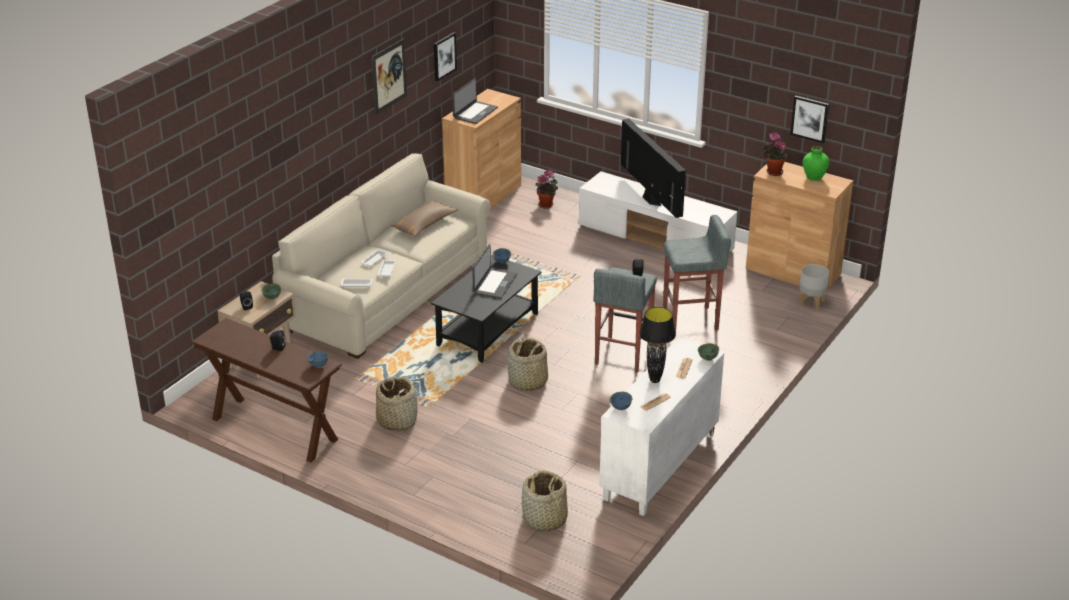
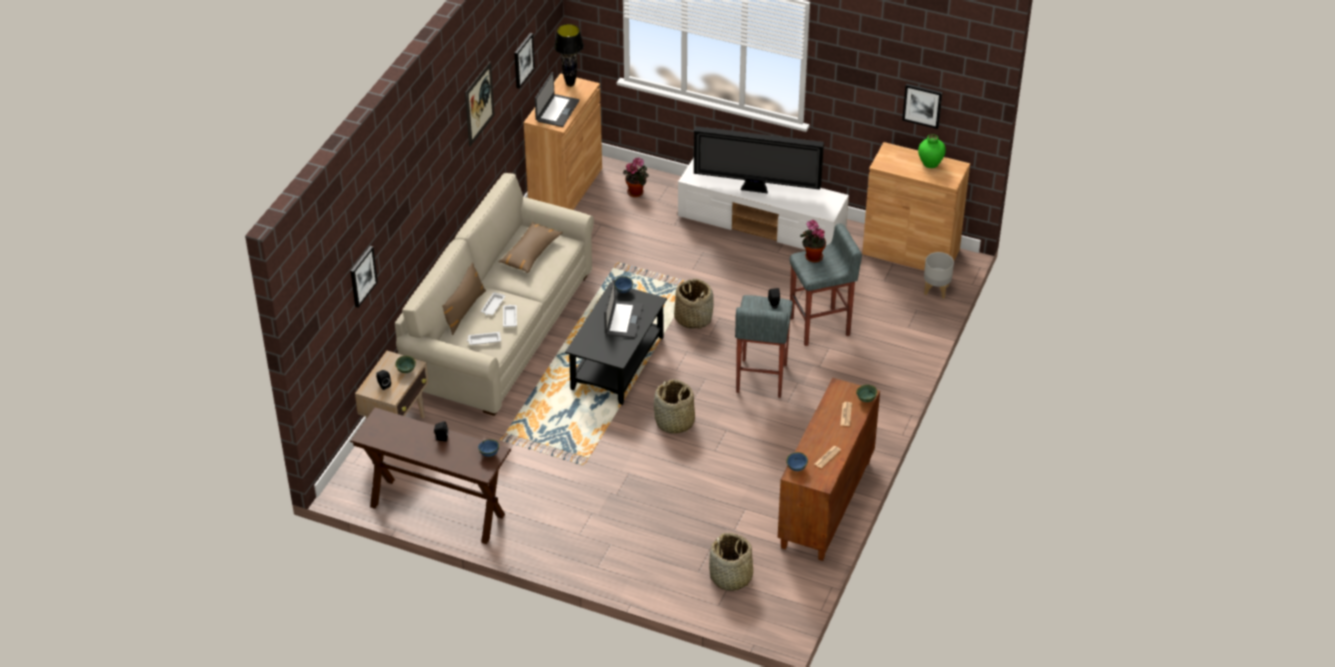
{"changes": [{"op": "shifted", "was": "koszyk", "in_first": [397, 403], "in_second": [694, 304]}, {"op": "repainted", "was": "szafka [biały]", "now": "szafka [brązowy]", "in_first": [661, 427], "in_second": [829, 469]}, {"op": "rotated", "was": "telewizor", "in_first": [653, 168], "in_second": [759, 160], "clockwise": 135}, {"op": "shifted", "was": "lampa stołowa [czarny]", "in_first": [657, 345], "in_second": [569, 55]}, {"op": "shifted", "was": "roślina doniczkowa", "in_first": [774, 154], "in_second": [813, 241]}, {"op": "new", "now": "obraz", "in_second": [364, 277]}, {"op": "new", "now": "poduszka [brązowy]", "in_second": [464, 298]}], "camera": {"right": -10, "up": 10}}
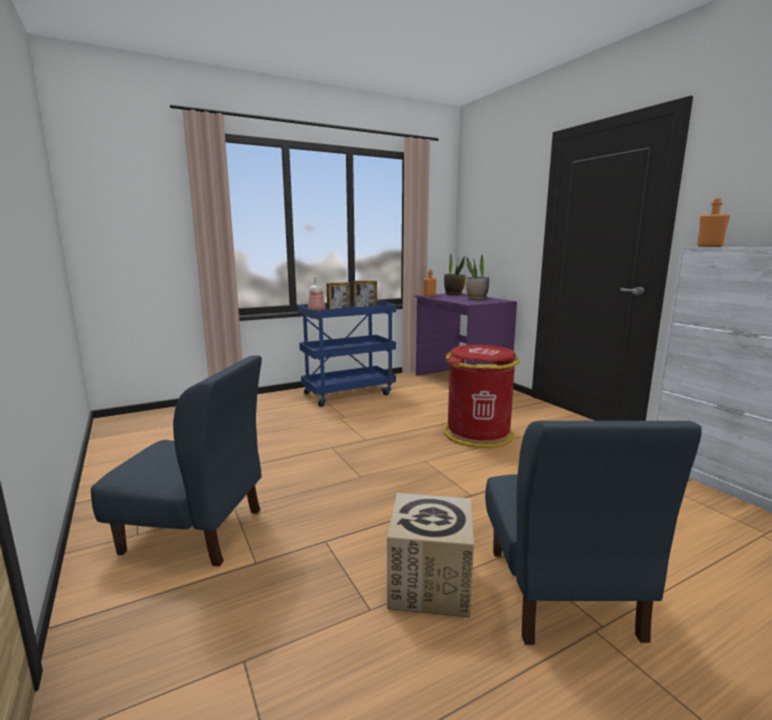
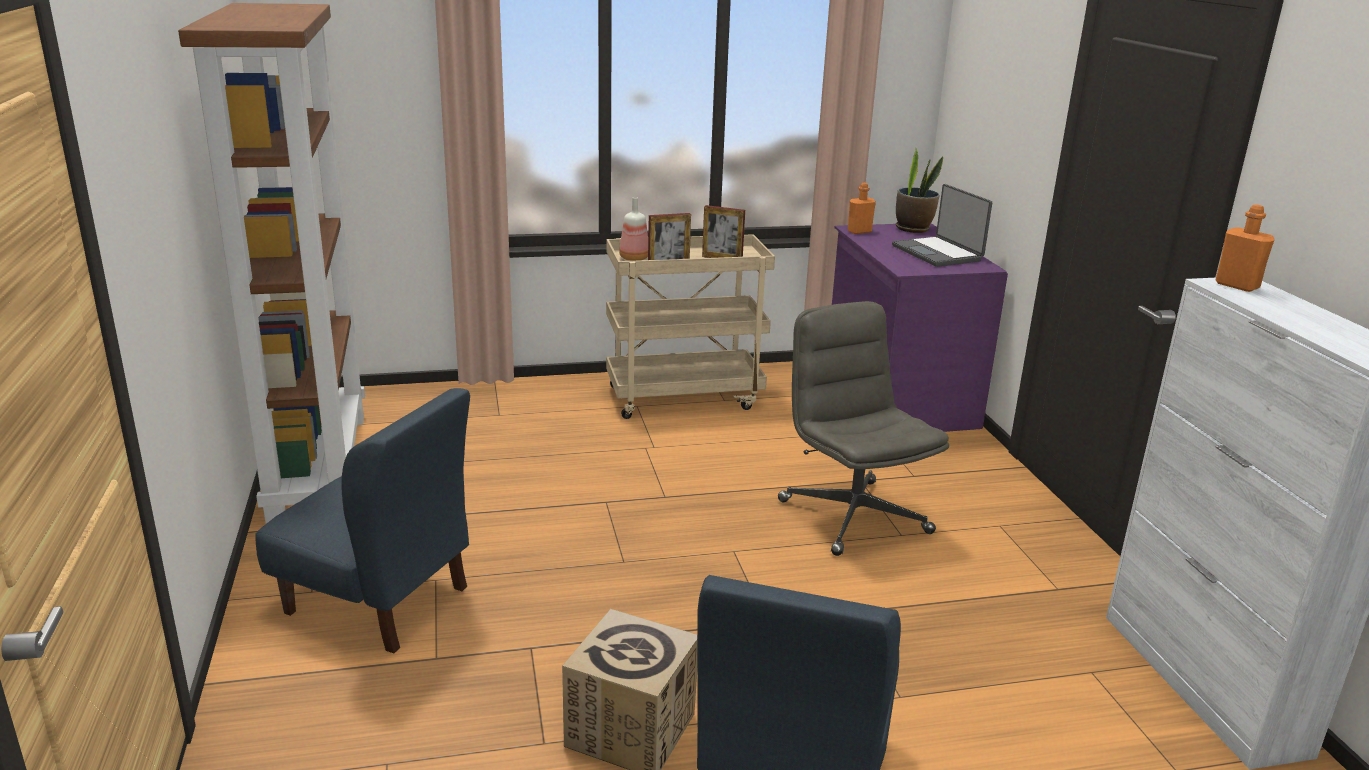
{"changes": [{"op": "repainted", "was": "wózek [niebieski]", "now": "wózek [beżowy]", "in_first": [347, 353], "in_second": [690, 326]}, {"op": "swapped", "was": "kosz na śmieci [czerwony]", "now": "krzesło biurowe [szary]", "in_first": [481, 396], "in_second": [863, 428]}, {"op": "swapped", "was": "roślina doniczkowa", "now": "laptop", "in_first": [477, 276], "in_second": [942, 225]}, {"op": "new", "now": "regał [brązowy]", "in_second": [271, 263]}], "camera": {"right": 15, "up": 10}}
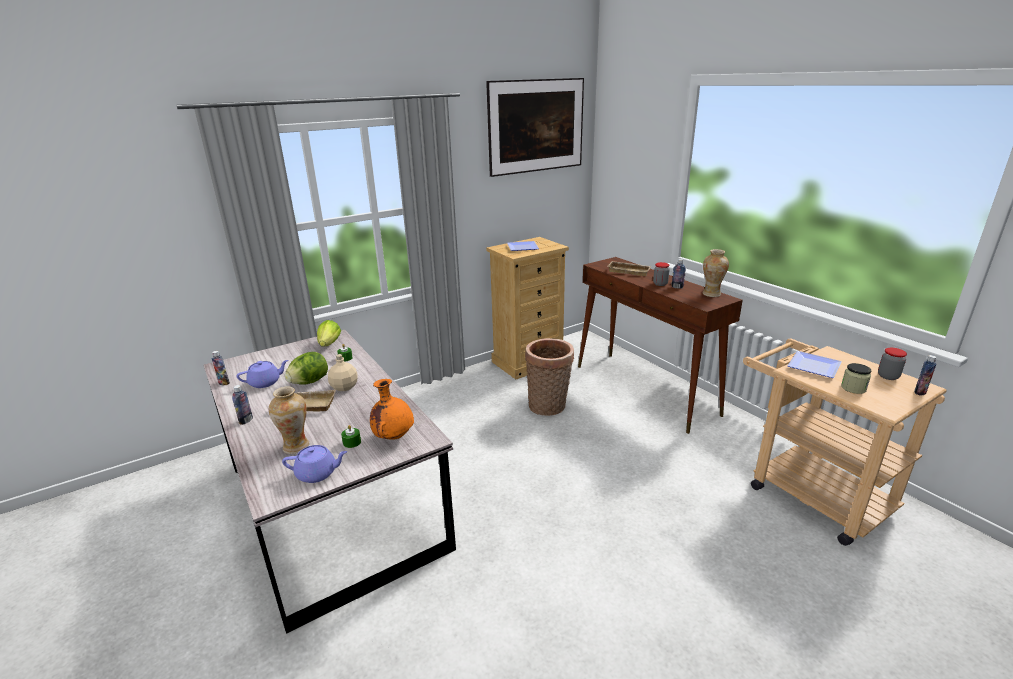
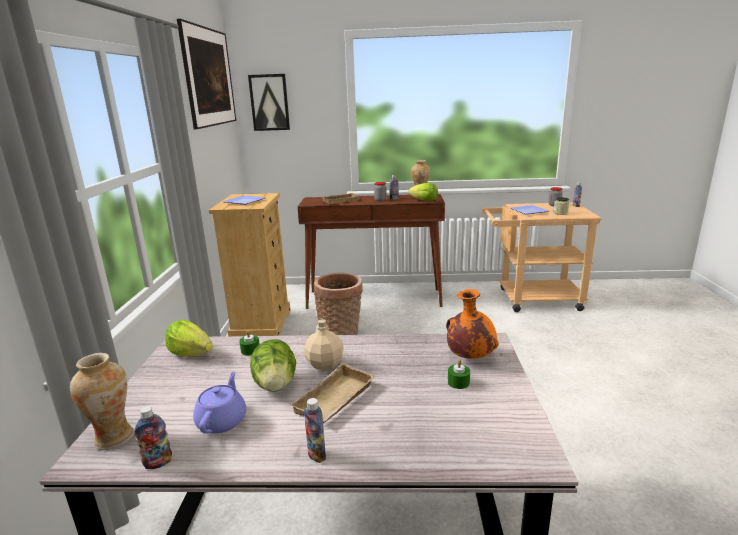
{"changes": [{"op": "shifted", "was": "wazon", "in_first": [289, 420], "in_second": [102, 401]}, {"op": "gone", "was": "imbryk [fioletowy]", "in_first": [315, 464]}, {"op": "new", "now": "obraz", "in_second": [269, 102]}, {"op": "new", "now": "sałata", "in_second": [423, 192]}], "camera": {"right": -55, "up": -5}}
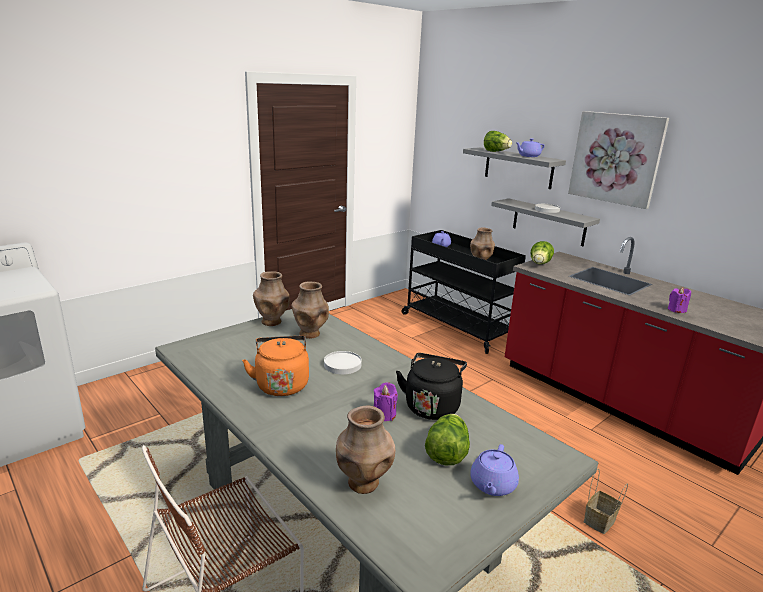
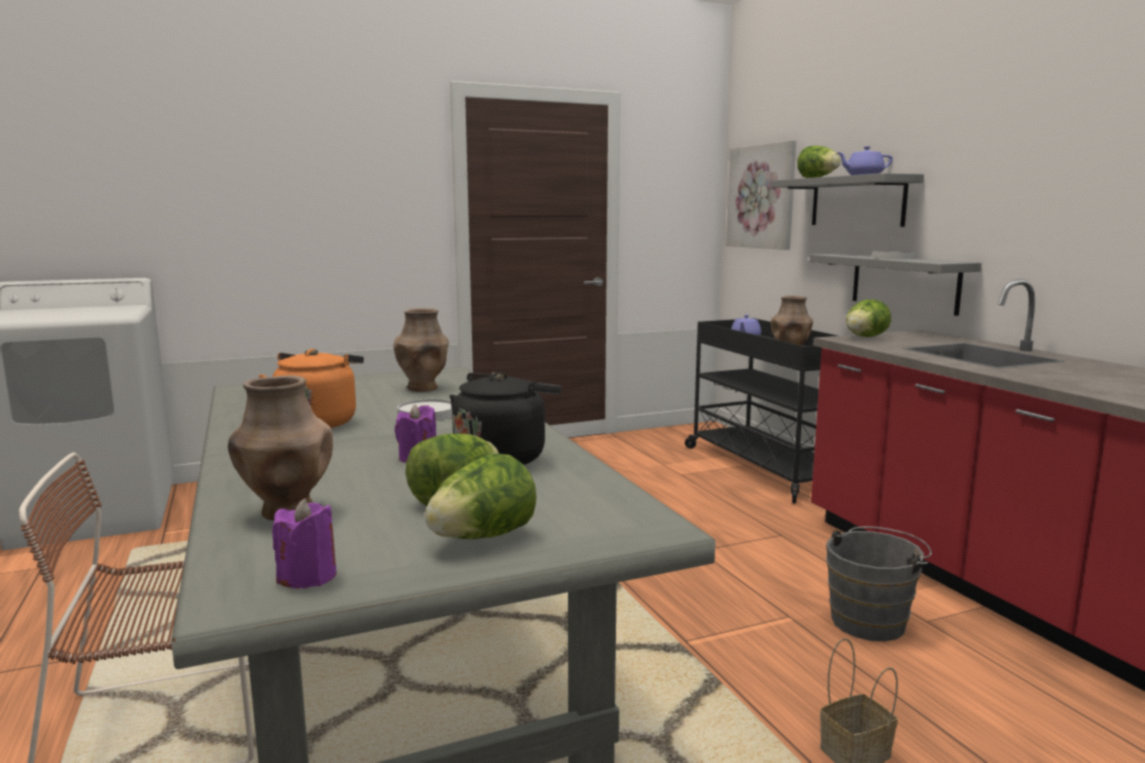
{"changes": [{"op": "gone", "was": "wazon [brązowy]", "in_first": [271, 298]}, {"op": "swapped", "was": "imbryk [fioletowy]", "now": "sałata", "in_first": [494, 470], "in_second": [481, 496]}, {"op": "shifted", "was": "obraz", "in_first": [618, 160], "in_second": [761, 195]}, {"op": "shifted", "was": "świeca [fioletowy]", "in_first": [679, 300], "in_second": [304, 543]}, {"op": "new", "now": "wiadro [szary]", "in_second": [879, 583]}], "camera": {"right": 20, "up": -10}}
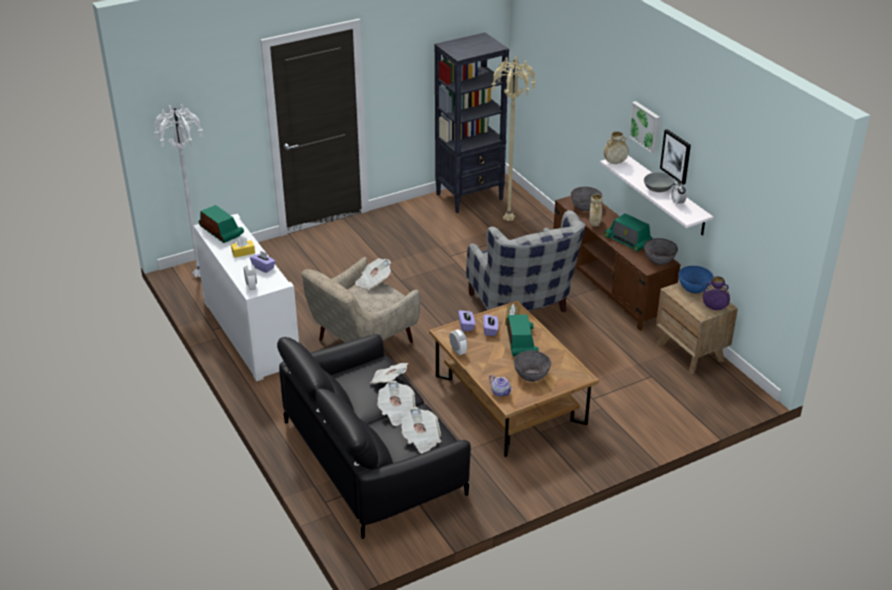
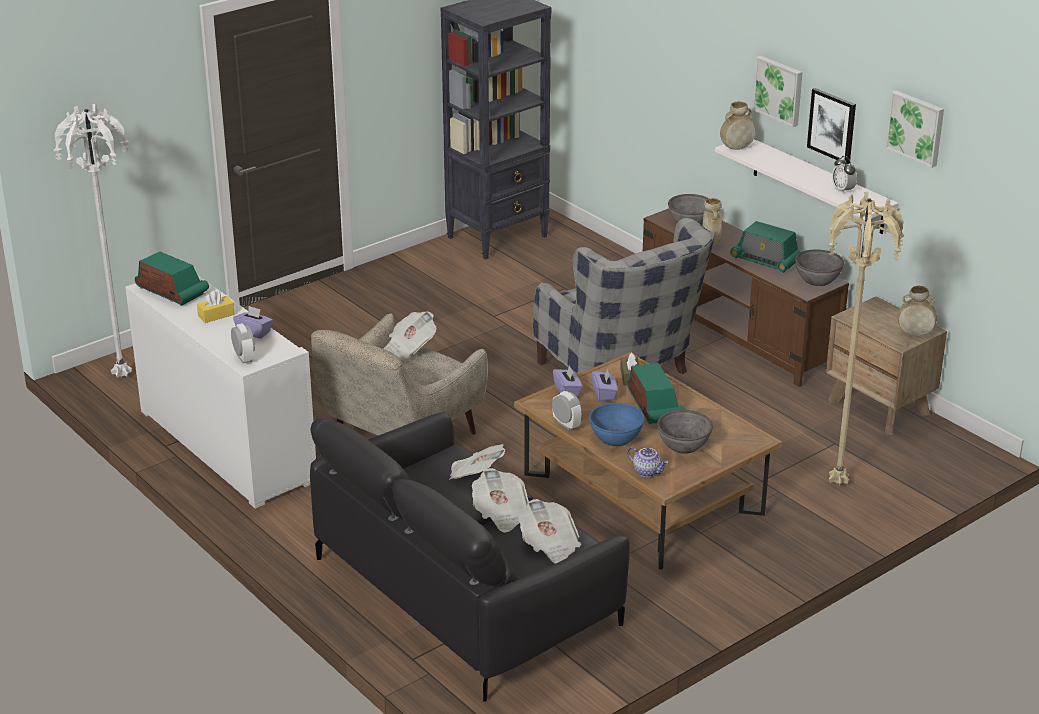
{"changes": [{"op": "shifted", "was": "lampa stojąca [beżowy]", "in_first": [514, 139], "in_second": [866, 338]}, {"op": "gone", "was": "miska [szary]", "in_first": [659, 182]}, {"op": "shifted", "was": "miska [niebieski]", "in_first": [696, 279], "in_second": [617, 424]}, {"op": "repainted", "was": "wazon [fioletowy]", "now": "wazon [beżowy]", "in_first": [716, 293], "in_second": [917, 311]}, {"op": "new", "now": "obraz", "in_second": [914, 129]}], "camera": {"right": -10, "up": -5}}
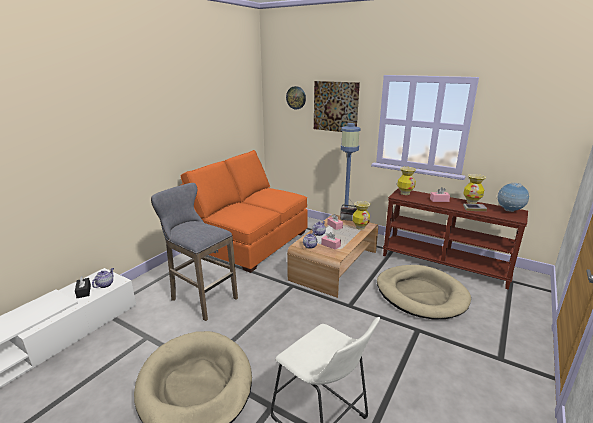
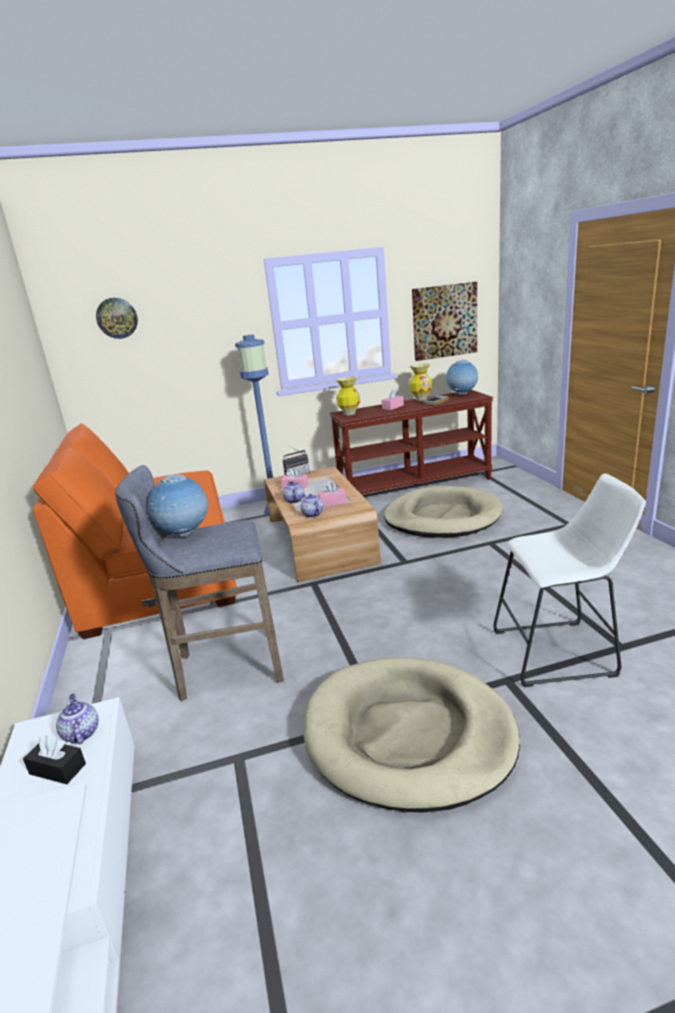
{"changes": [{"op": "shifted", "was": "obraz", "in_first": [337, 106], "in_second": [444, 321]}, {"op": "gone", "was": "wazon", "in_first": [361, 215]}, {"op": "new", "now": "globus", "in_second": [177, 505]}], "camera": {"right": -45, "up": 0}}
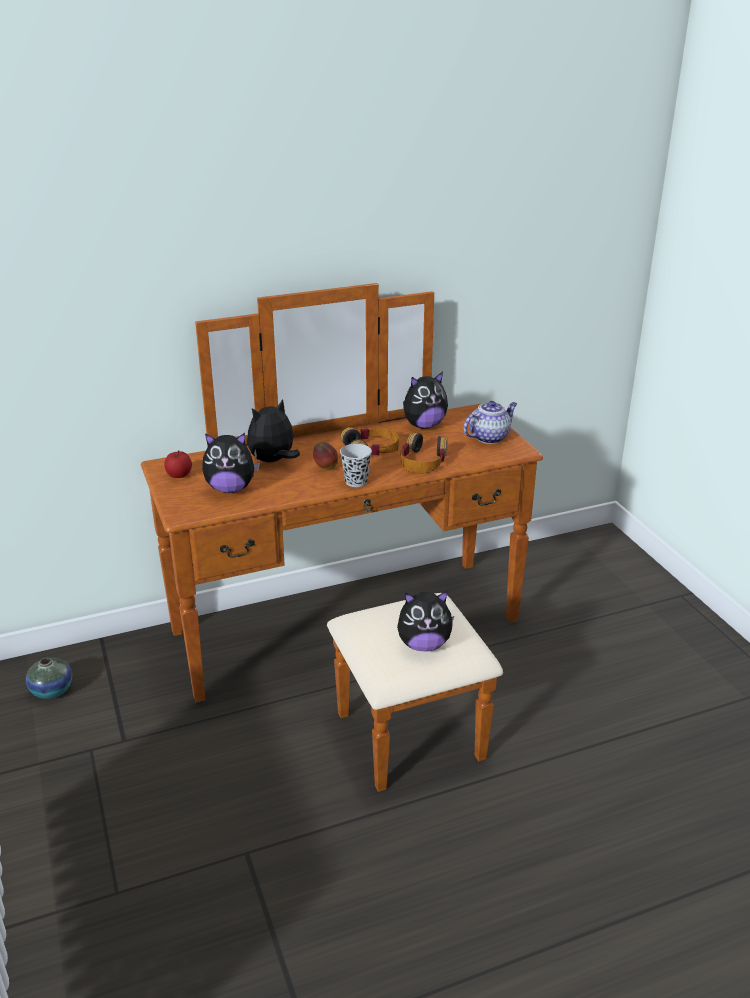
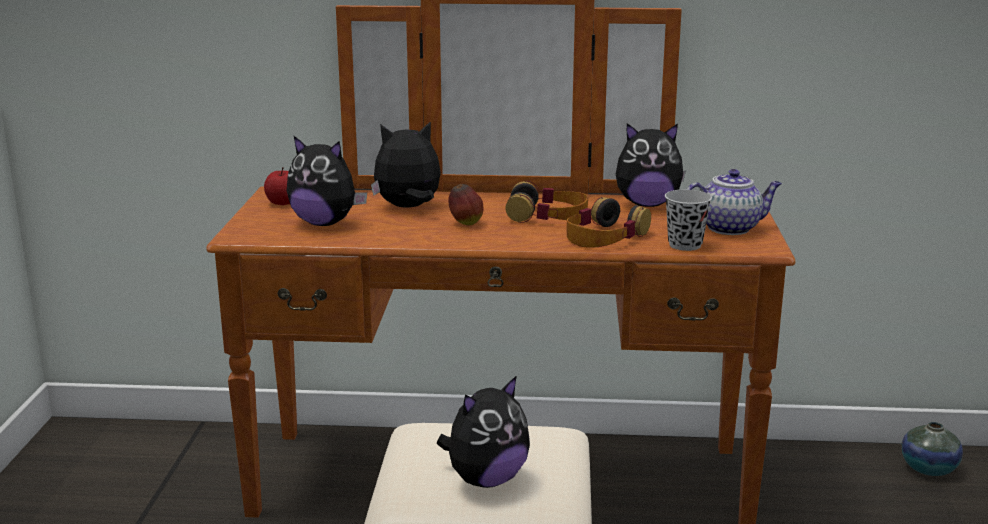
{"changes": [{"op": "shifted", "was": "wazon", "in_first": [49, 678], "in_second": [932, 449]}, {"op": "shifted", "was": "filiżanka [czarny]", "in_first": [356, 465], "in_second": [688, 220]}, {"op": "rotated", "was": "pluszak", "in_first": [426, 621], "in_second": [483, 431], "clockwise": -60}], "camera": {"right": 25, "up": -10}}
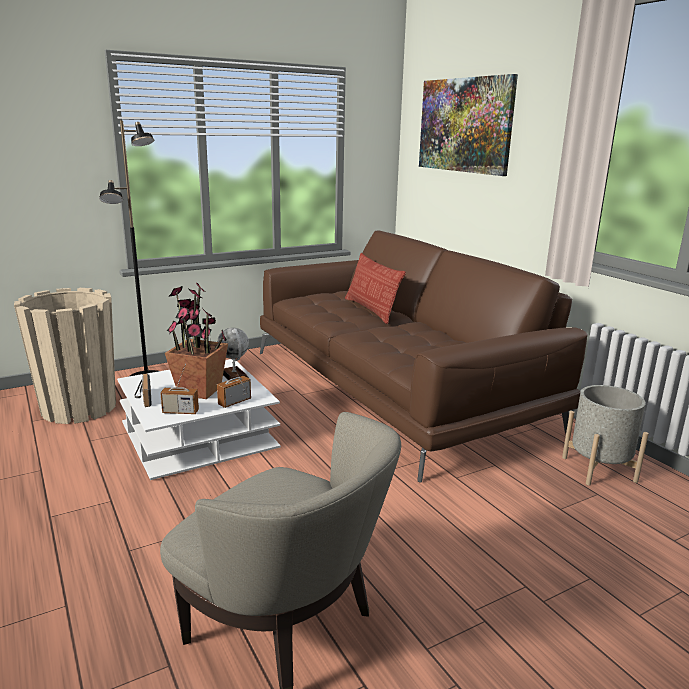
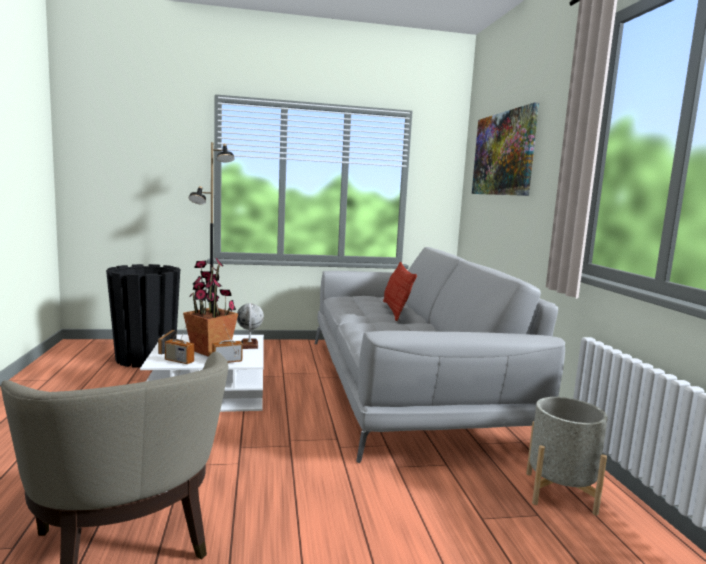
{"changes": [{"op": "repainted", "was": "donica [beżowy]", "now": "donica [czarny]", "in_first": [65, 356], "in_second": [143, 315]}, {"op": "repainted", "was": "kanapa [brązowy]", "now": "kanapa [szary]", "in_first": [424, 357], "in_second": [440, 355]}], "camera": {"right": 20, "up": -10}}
